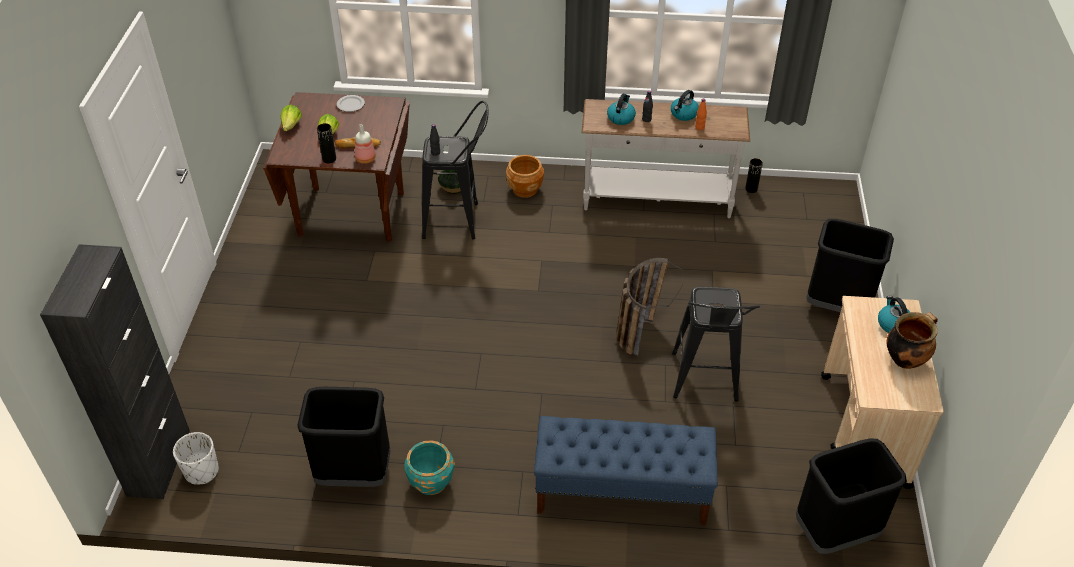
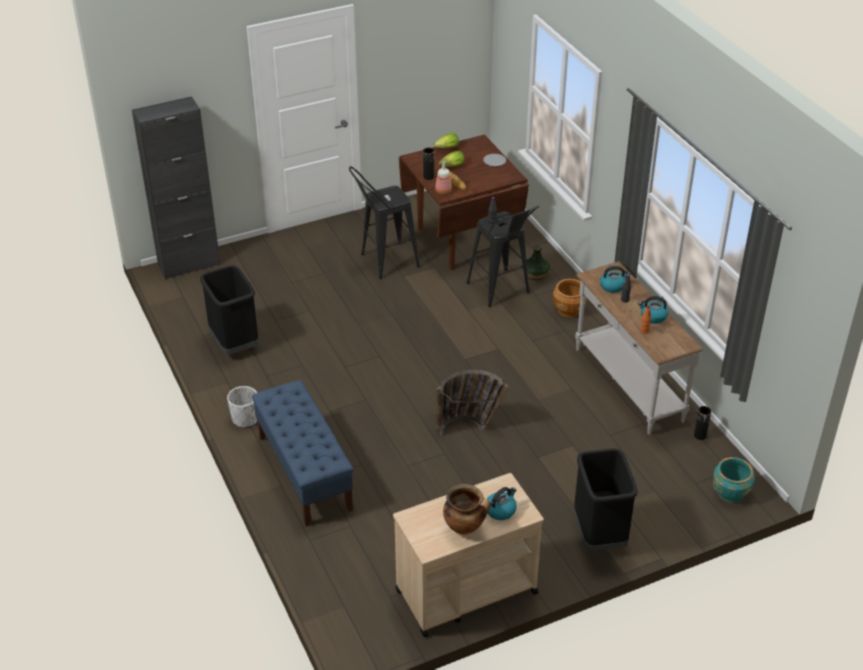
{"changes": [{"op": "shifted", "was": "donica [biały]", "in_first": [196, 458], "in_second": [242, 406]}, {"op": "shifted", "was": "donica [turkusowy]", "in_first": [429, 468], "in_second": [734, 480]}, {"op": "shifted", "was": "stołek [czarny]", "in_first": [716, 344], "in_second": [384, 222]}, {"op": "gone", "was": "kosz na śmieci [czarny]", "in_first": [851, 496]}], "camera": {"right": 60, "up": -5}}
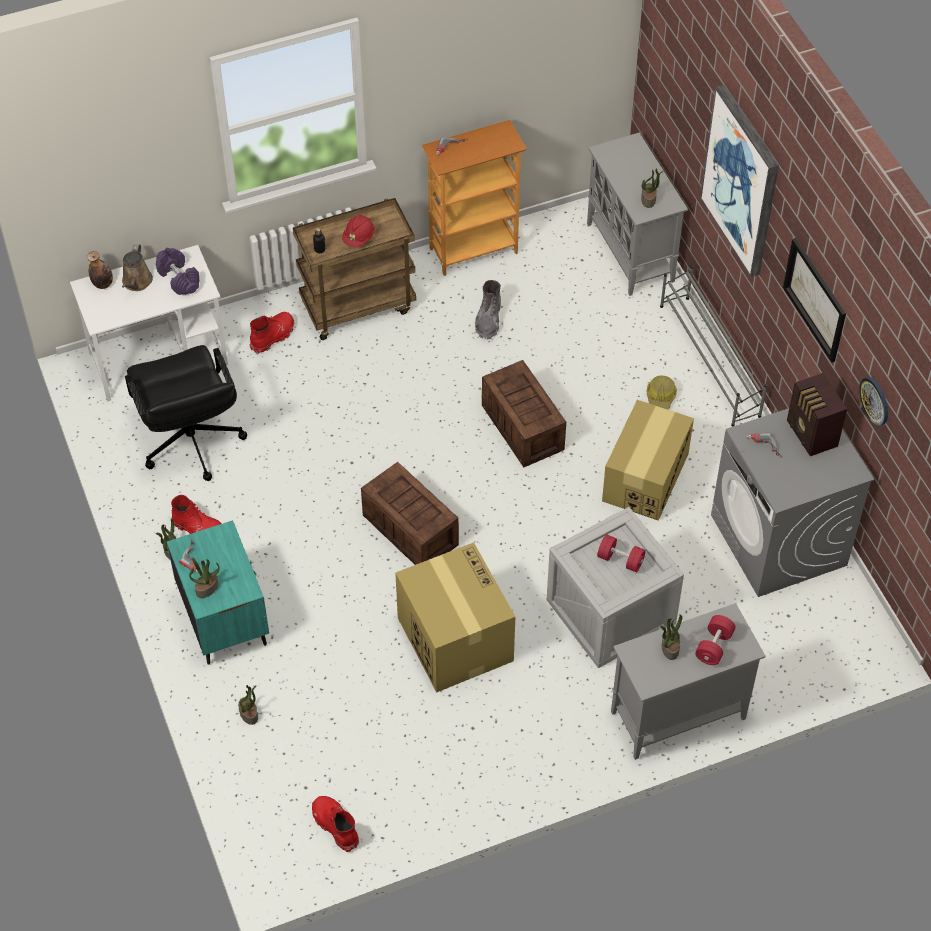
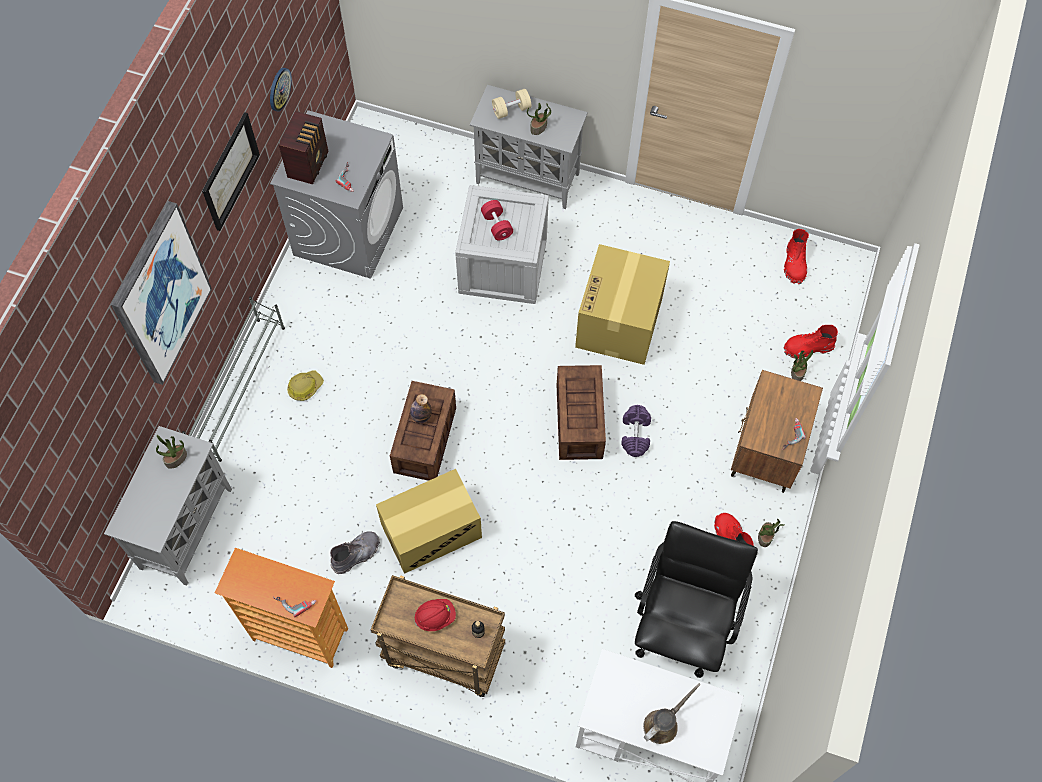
{"changes": [{"op": "shifted", "was": "butelka", "in_first": [100, 270], "in_second": [421, 408]}, {"op": "shifted", "was": "hantel [fioletowy]", "in_first": [177, 271], "in_second": [636, 431]}, {"op": "repainted", "was": "szafka nocna [turkusowy]", "now": "szafka nocna [brązowy]", "in_first": [218, 592], "in_second": [777, 431]}, {"op": "gone", "was": "roślina doniczkowa", "in_first": [204, 577]}, {"op": "shifted", "was": "but z cholewką [czerwony]", "in_first": [272, 333], "in_second": [810, 342]}, {"op": "shifted", "was": "karton", "in_first": [648, 460], "in_second": [429, 521]}, {"op": "repainted", "was": "hantel [czerwony]", "now": "hantel [beżowy]", "in_first": [715, 640], "in_second": [511, 104]}], "camera": {"right": -140, "up": 10}}
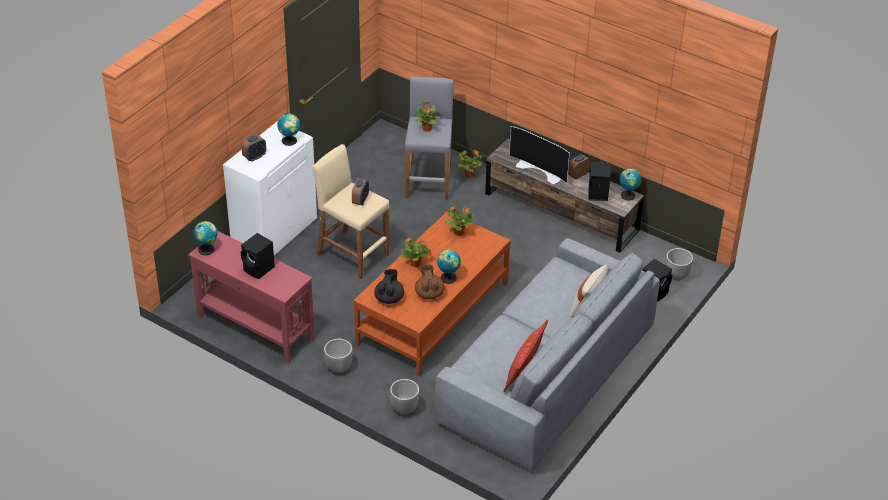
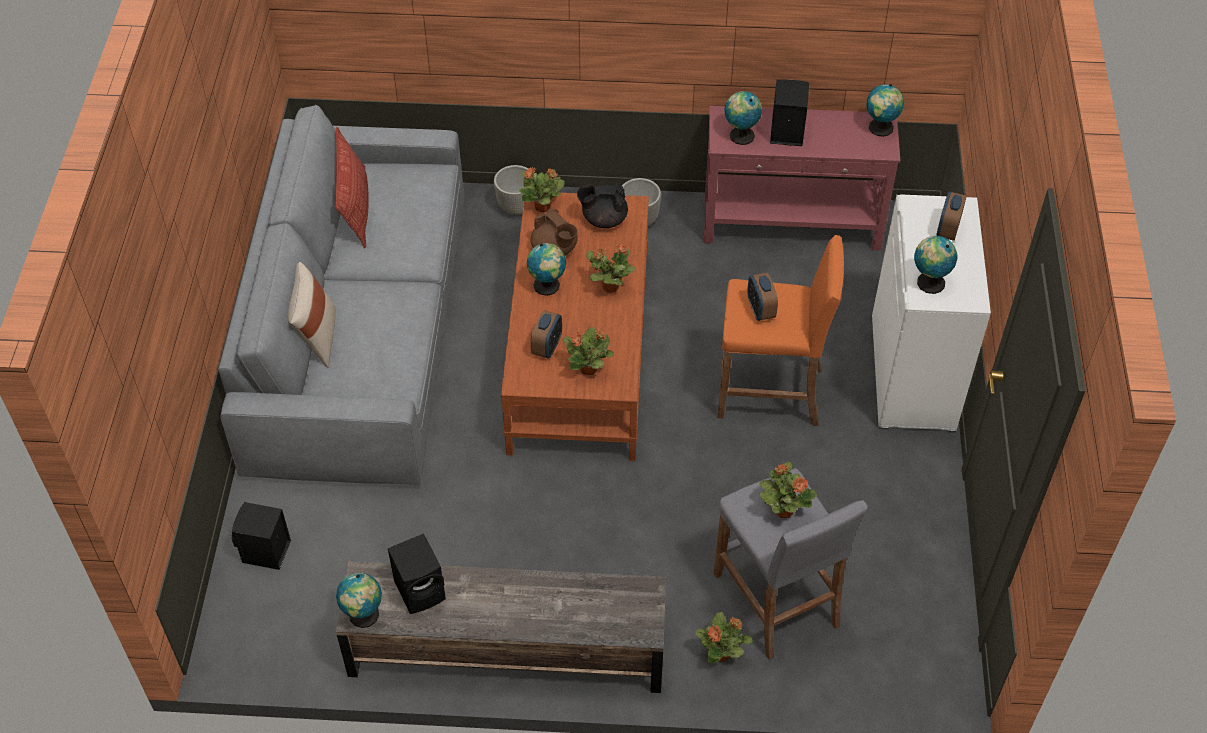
{"changes": [{"op": "repainted", "was": "stołek [beżowy]", "now": "stołek [pomarańczowy]", "in_first": [350, 211], "in_second": [781, 330]}, {"op": "rotated", "was": "imbryk [czarny]", "in_first": [389, 286], "in_second": [602, 205], "clockwise": 105}, {"op": "gone", "was": "telewizor", "in_first": [539, 155]}, {"op": "shifted", "was": "budzik", "in_first": [579, 166], "in_second": [546, 334]}, {"op": "gone", "was": "donica", "in_first": [679, 264]}, {"op": "new", "now": "roślina doniczkowa", "in_second": [542, 189]}, {"op": "new", "now": "globus", "in_second": [743, 118]}], "camera": {"right": 150, "up": 10}}
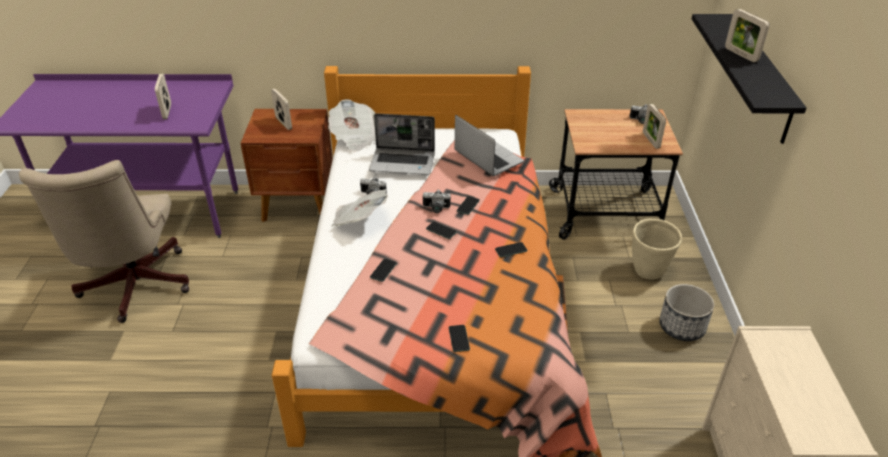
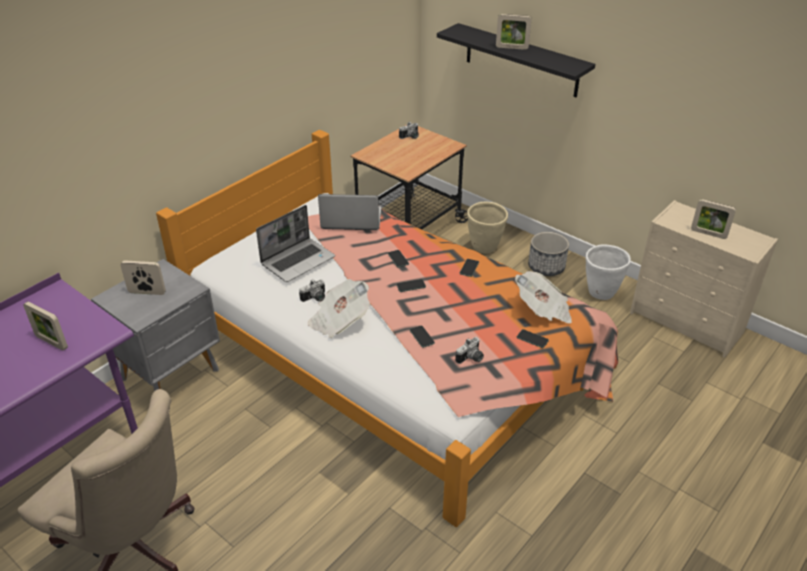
{"changes": [{"op": "repainted", "was": "szafka nocna [brązowy]", "now": "szafka nocna [szary]", "in_first": [287, 165], "in_second": [155, 325]}, {"op": "shifted", "was": "gazeta", "in_first": [352, 125], "in_second": [543, 297]}, {"op": "shifted", "was": "aparat fotograficzny", "in_first": [437, 201], "in_second": [469, 350]}, {"op": "shifted", "was": "ramka na zdjęcie", "in_first": [654, 126], "in_second": [713, 219]}, {"op": "new", "now": "donica [biały]", "in_second": [608, 272]}], "camera": {"right": -50, "up": 0}}
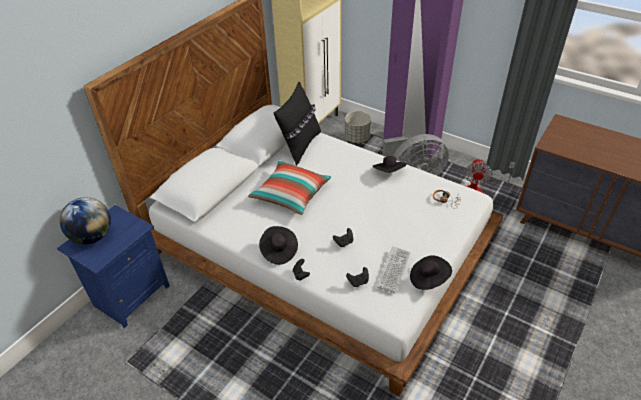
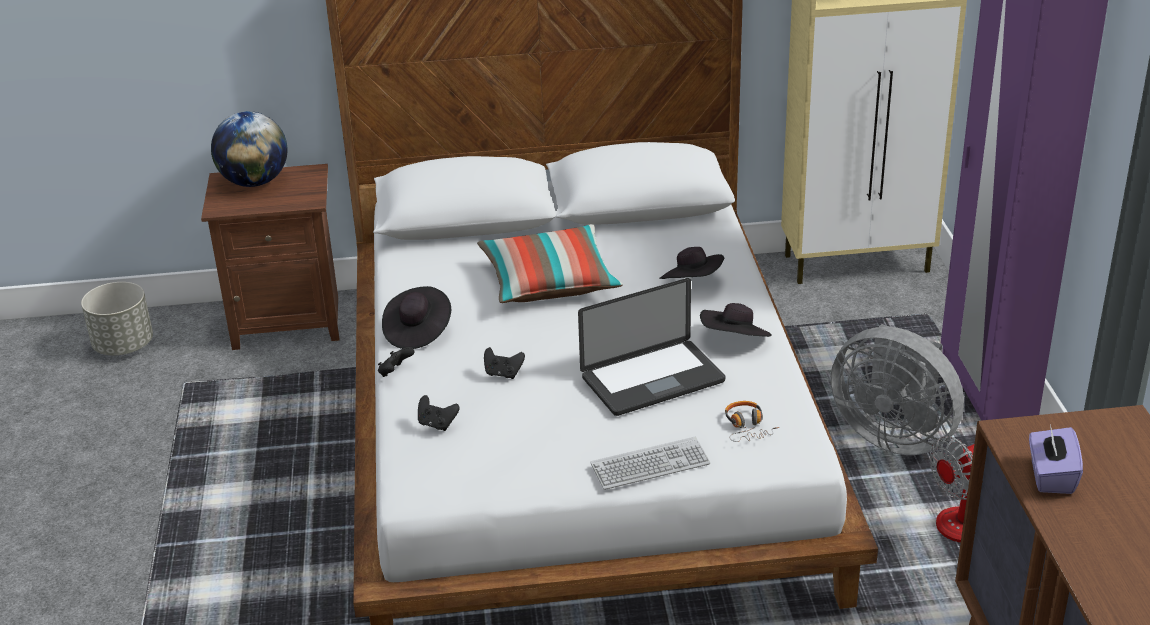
{"changes": [{"op": "repainted", "was": "szafka nocna [niebieski]", "now": "szafka nocna [brązowy]", "in_first": [113, 266], "in_second": [270, 257]}, {"op": "gone", "was": "poduszka [czarny]", "in_first": [297, 124]}, {"op": "shifted", "was": "donica [szary]", "in_first": [358, 127], "in_second": [117, 318]}, {"op": "shifted", "was": "klawiatura", "in_first": [393, 270], "in_second": [650, 463]}, {"op": "shifted", "was": "kapelusz [czarny]", "in_first": [431, 272], "in_second": [691, 263]}, {"op": "new", "now": "laptop", "in_second": [652, 347]}, {"op": "new", "now": "pudełko chusteczek [fioletowy]", "in_second": [1056, 459]}], "camera": {"right": 50, "up": -10}}
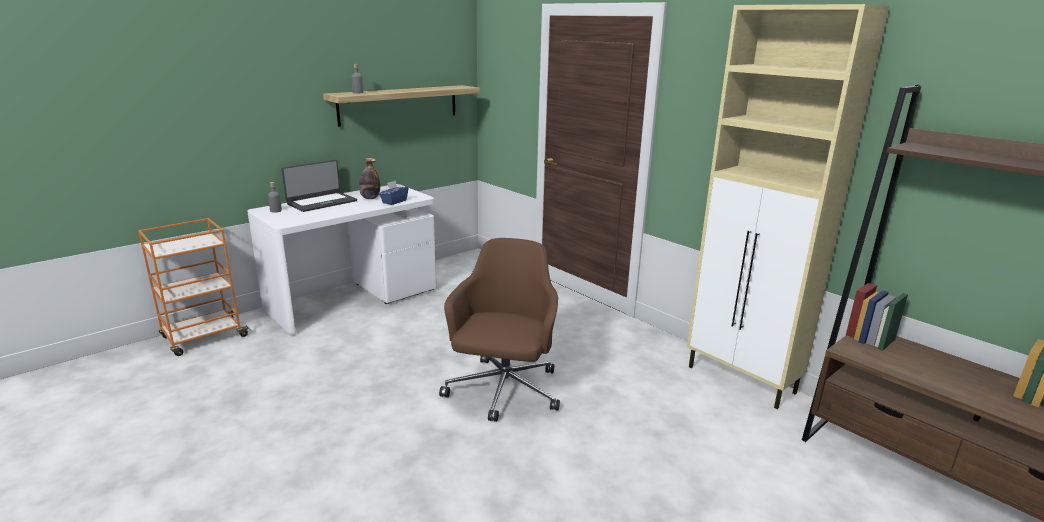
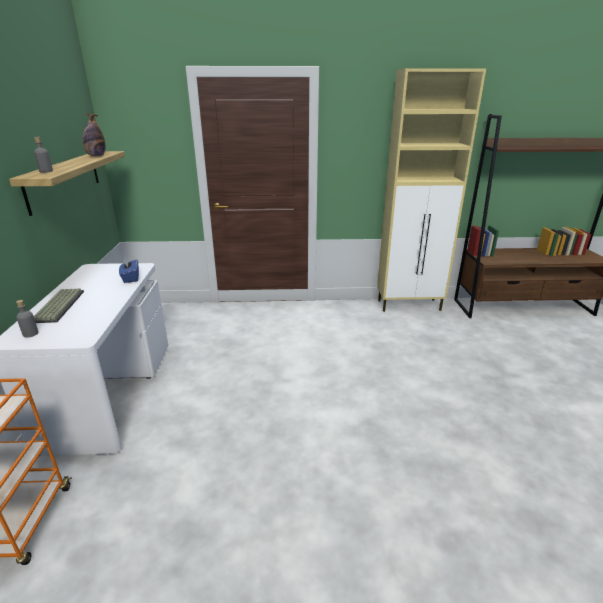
{"changes": [{"op": "swapped", "was": "laptop", "now": "klawiatura", "in_first": [319, 186], "in_second": [59, 306]}, {"op": "shifted", "was": "butelka", "in_first": [369, 178], "in_second": [94, 134]}, {"op": "gone", "was": "krzesło biurowe [brązowy]", "in_first": [499, 330]}], "camera": {"right": -50, "up": 5}}
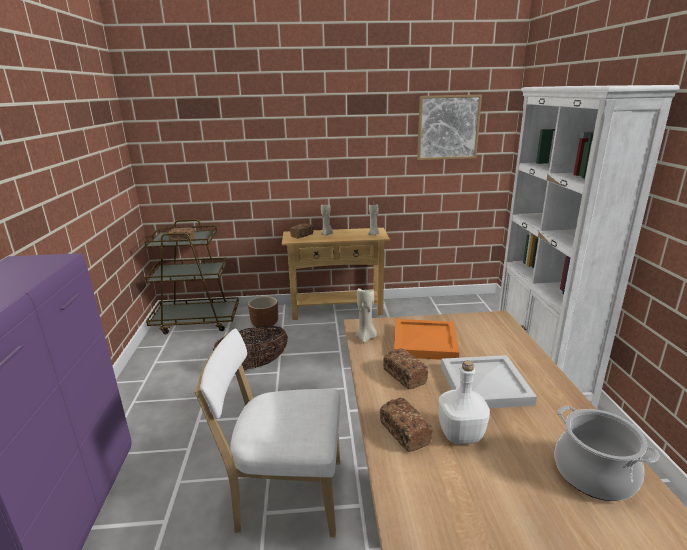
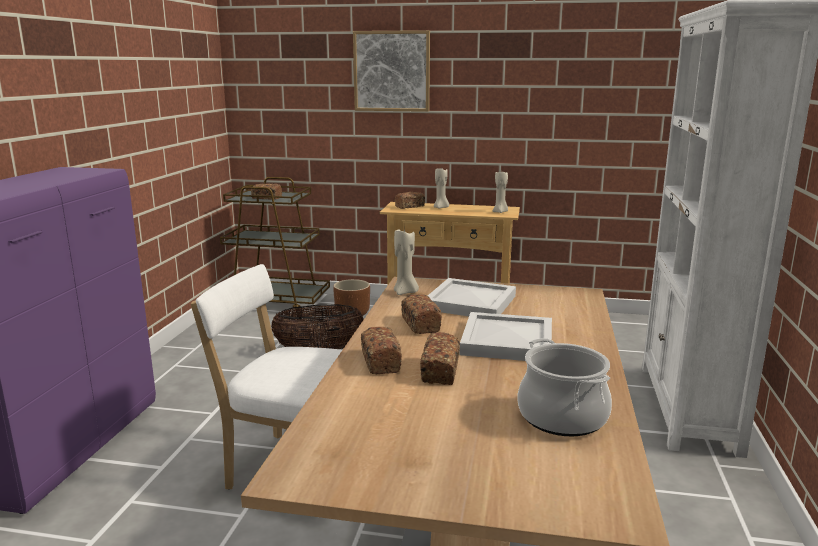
{"changes": [{"op": "repainted", "was": "taca [pomarańczowy]", "now": "taca [biały]", "in_first": [426, 339], "in_second": [472, 297]}, {"op": "shifted", "was": "obraz", "in_first": [449, 127], "in_second": [391, 71]}, {"op": "swapped", "was": "butelka [biały]", "now": "chleb", "in_first": [464, 402], "in_second": [440, 358]}], "camera": {"right": 15, "up": -5}}
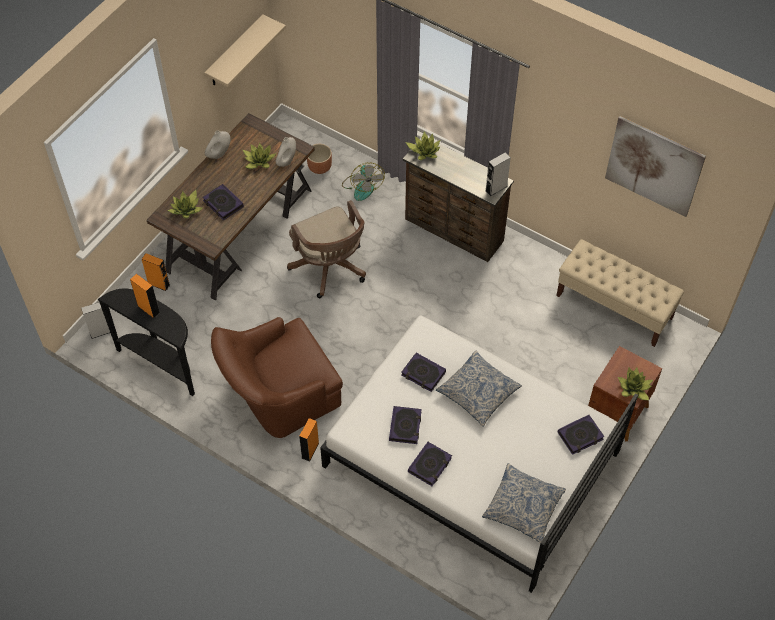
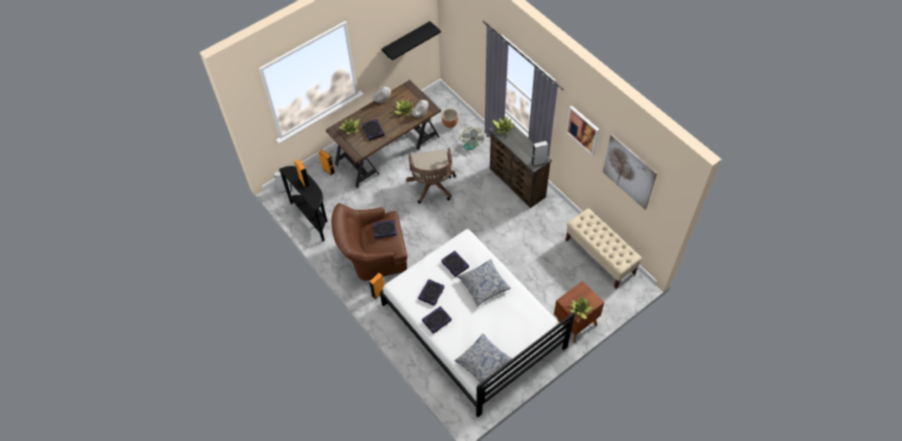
{"changes": [{"op": "repainted", "was": "półka [beżowy]", "now": "półka [czarny]", "in_first": [245, 51], "in_second": [411, 40]}, {"op": "shifted", "was": "książka", "in_first": [581, 435], "in_second": [385, 229]}, {"op": "new", "now": "obraz", "in_second": [582, 131]}], "camera": {"right": 20, "up": 0}}
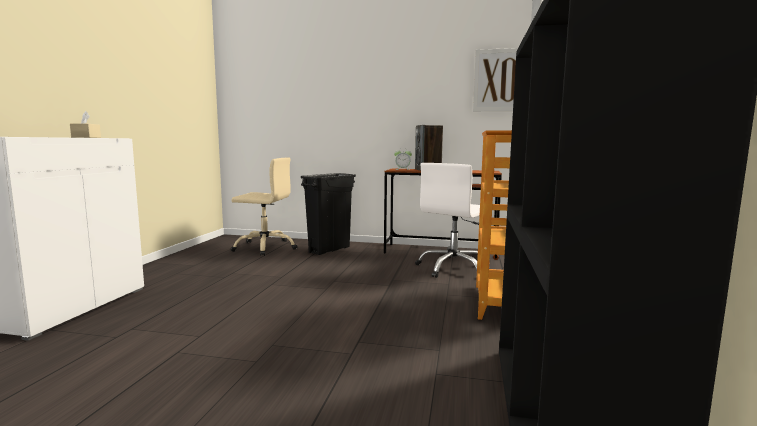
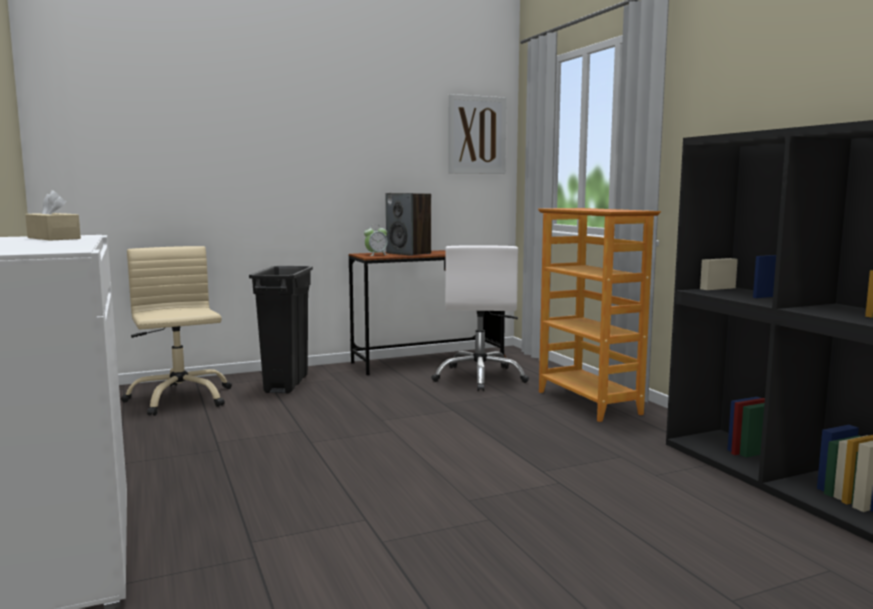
{"changes": [{"op": "rotated", "was": "krzesło biurowe [beżowy]", "in_first": [264, 207], "in_second": [176, 331], "clockwise": -90}], "camera": {"right": -35, "up": 0}}
